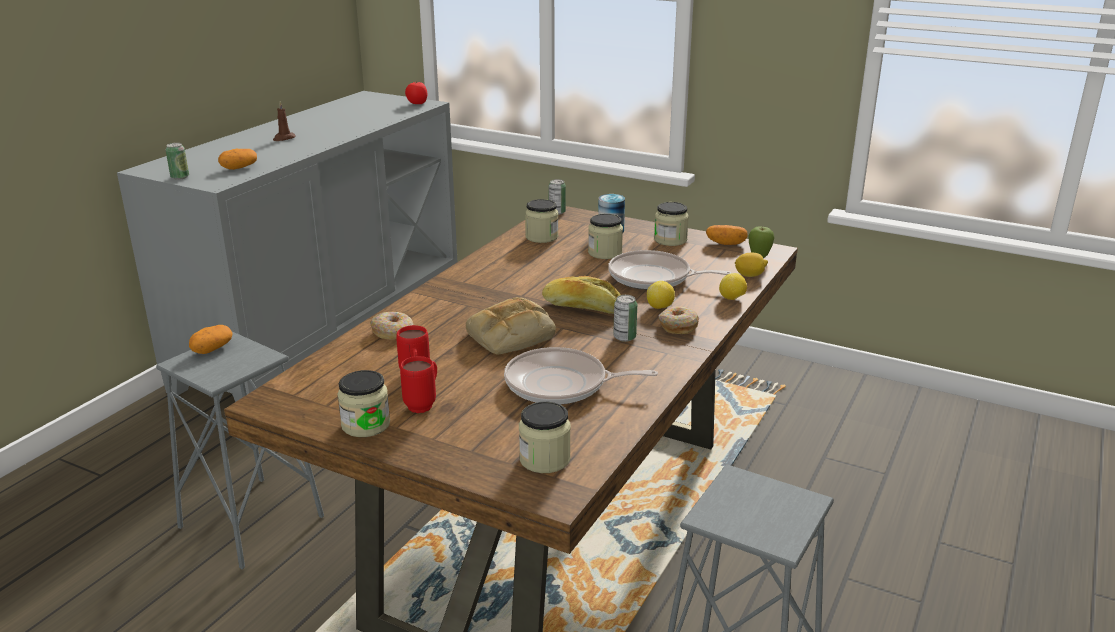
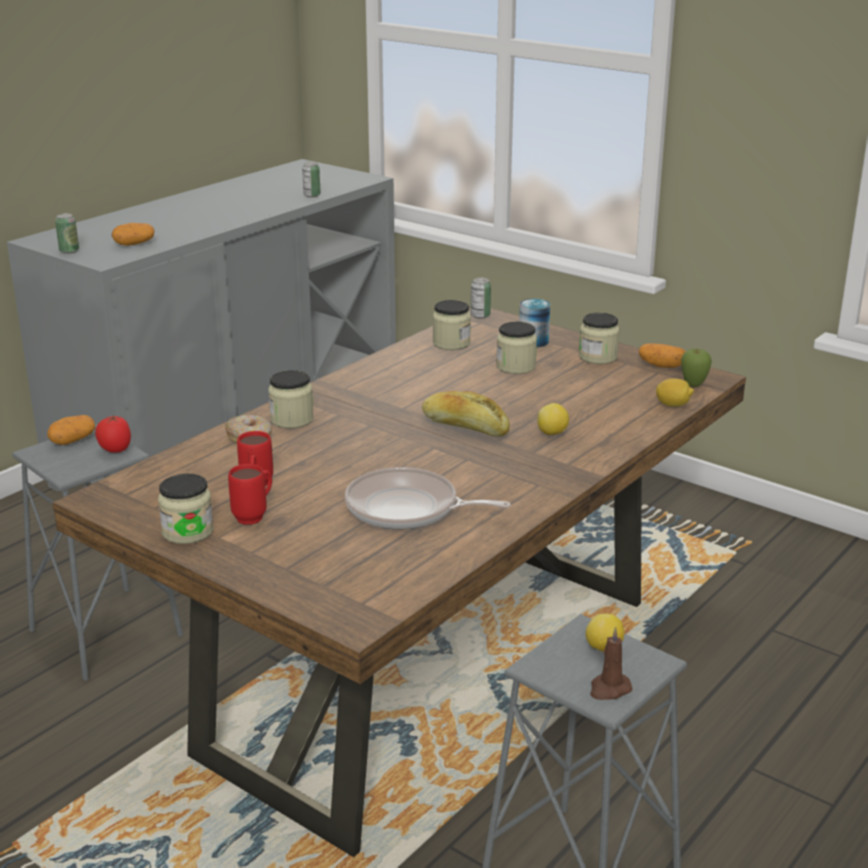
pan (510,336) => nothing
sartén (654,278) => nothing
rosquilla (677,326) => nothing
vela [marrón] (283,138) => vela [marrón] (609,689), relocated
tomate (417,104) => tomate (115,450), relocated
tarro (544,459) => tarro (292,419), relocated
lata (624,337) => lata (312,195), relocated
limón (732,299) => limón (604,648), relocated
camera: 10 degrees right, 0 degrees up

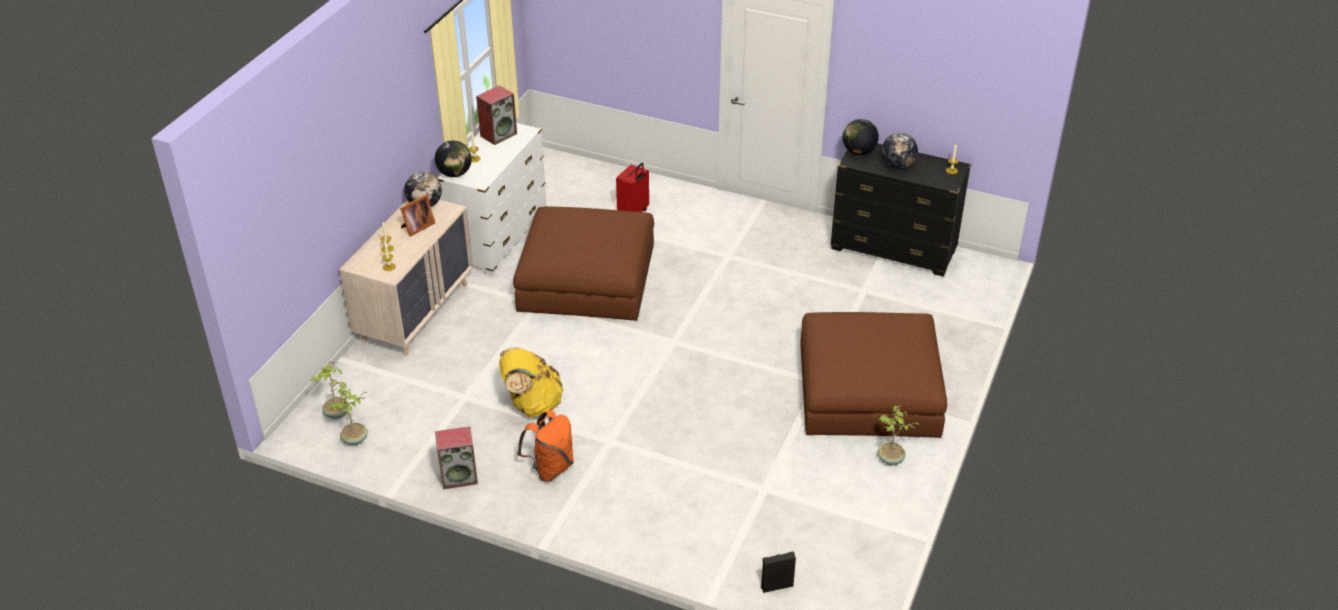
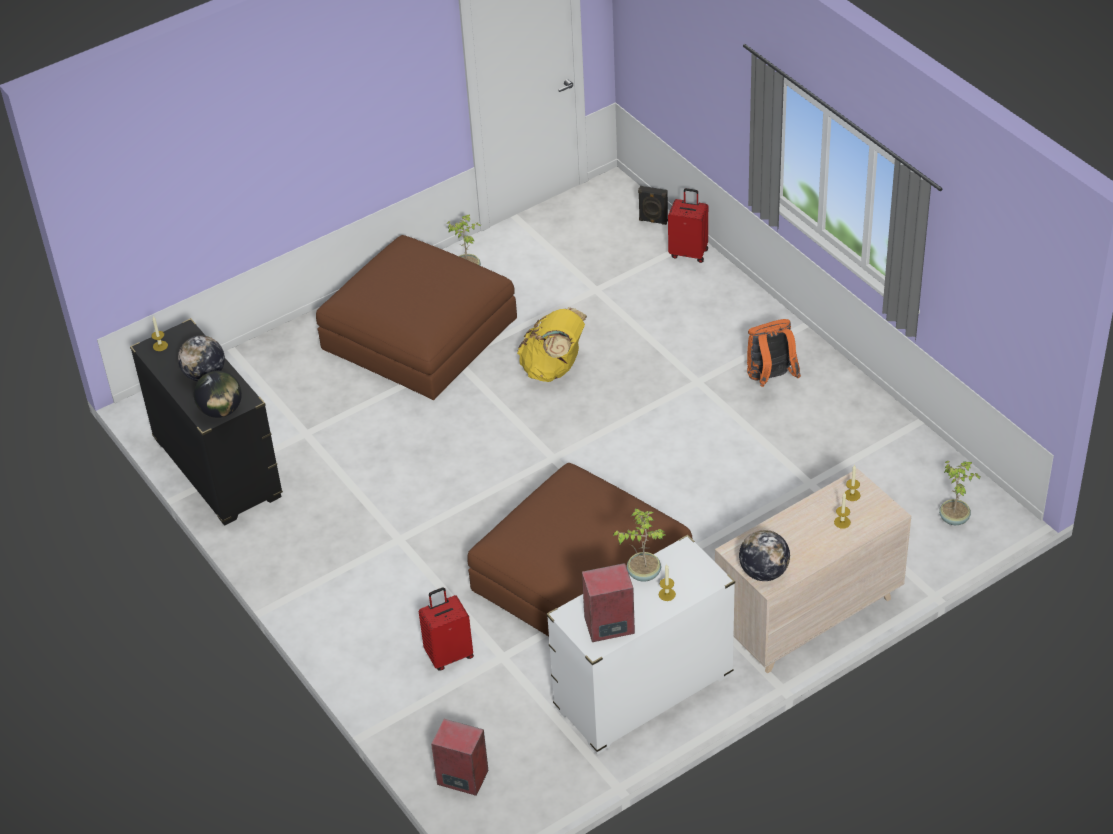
portarretratos (417,227) => nothing
globo terráqueo (454,174) => nothing
nothing => maleta [rojo] (689,253)
planta en maceta (355,440) => planta en maceta (643,573), relocated
altavoz (459,476) => altavoz (461,777), relocated
mochila [amarillo] (532,404) => mochila [amarillo] (553,368), relocated
camera: 145 degrees left, 5 degrees up

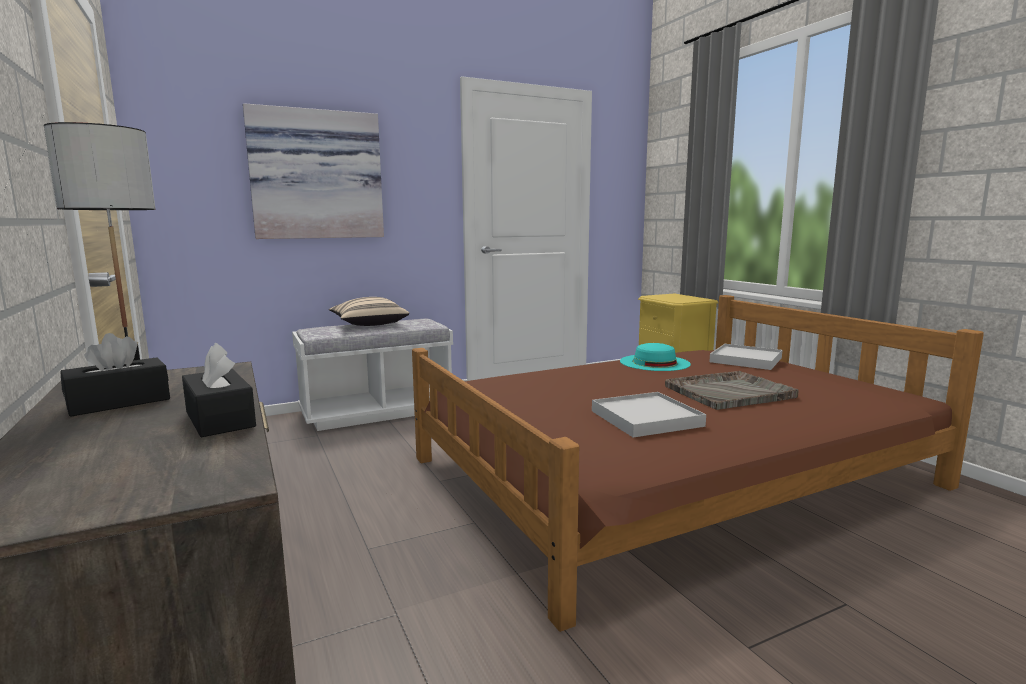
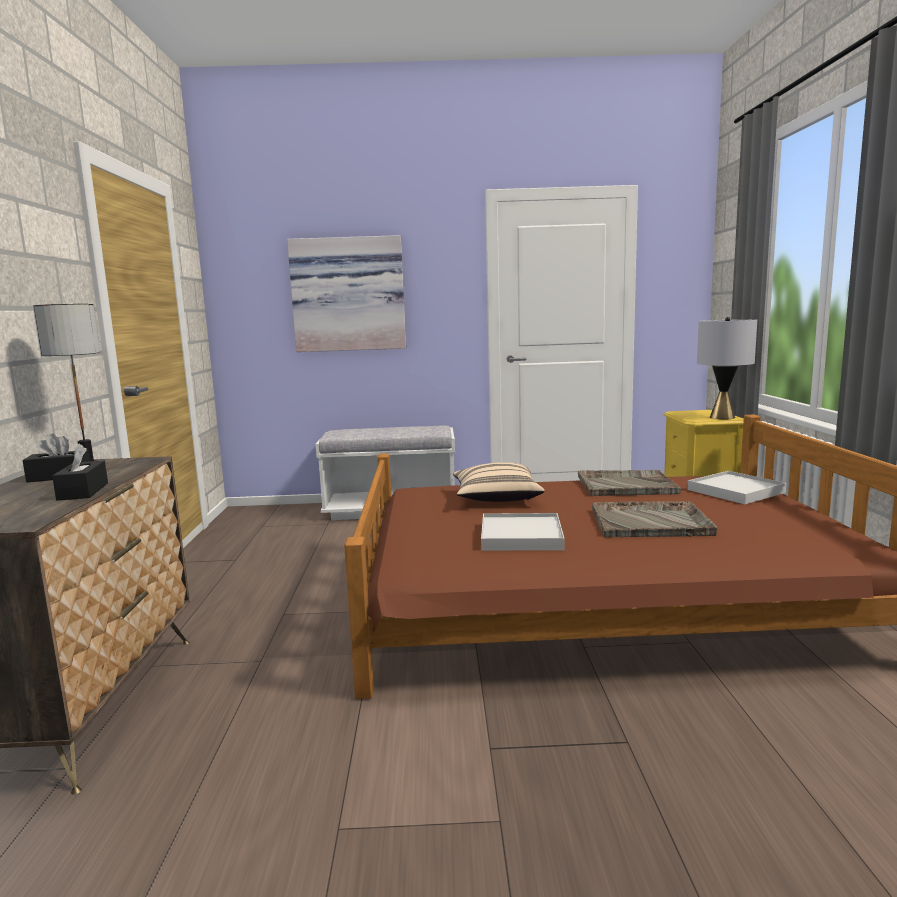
nothing => lámpara de mesa [gris] (722,417)
cojín [beis] (368,325) => cojín [beis] (496,498), relocated
sombrero [turquesa] (654,362) => bandeja [gris] (625,485)
camera: 25 degrees right, 0 degrees up

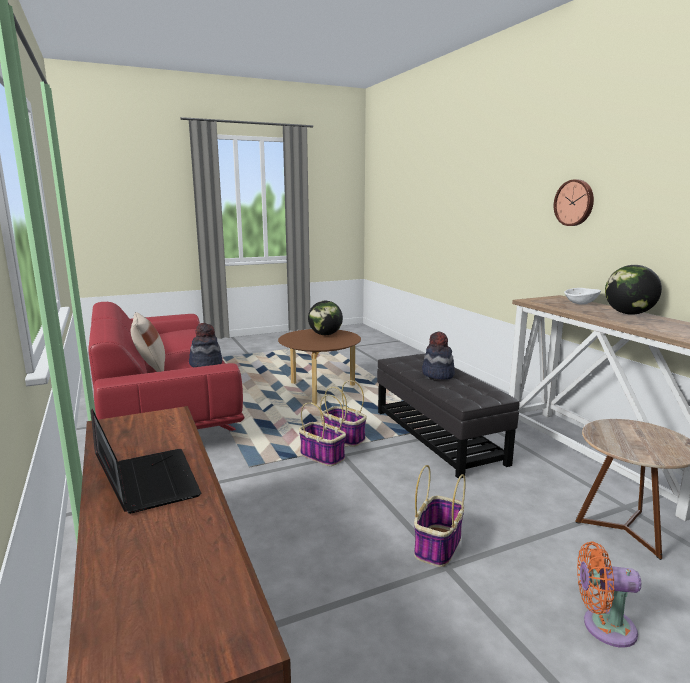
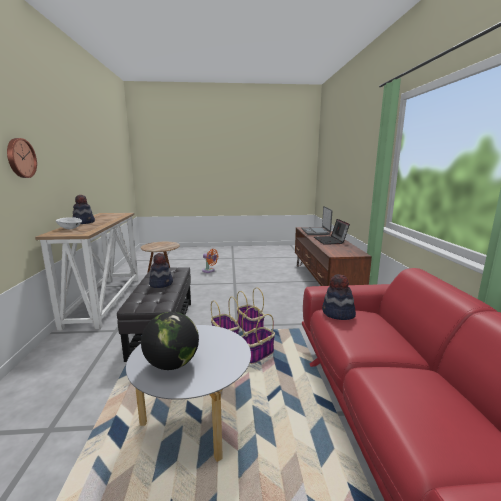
cojín [beis] (150,369) => nothing
nothing => portátil (315,231)
cesta (438,545) => cesta (256,354), relocated
globo terráqueo (629,314) => sombrero (84,222)
mesa de centro [marrón] (320,390) => mesa de centro [gris] (194,421)
camera: 160 degrees left, 0 degrees up

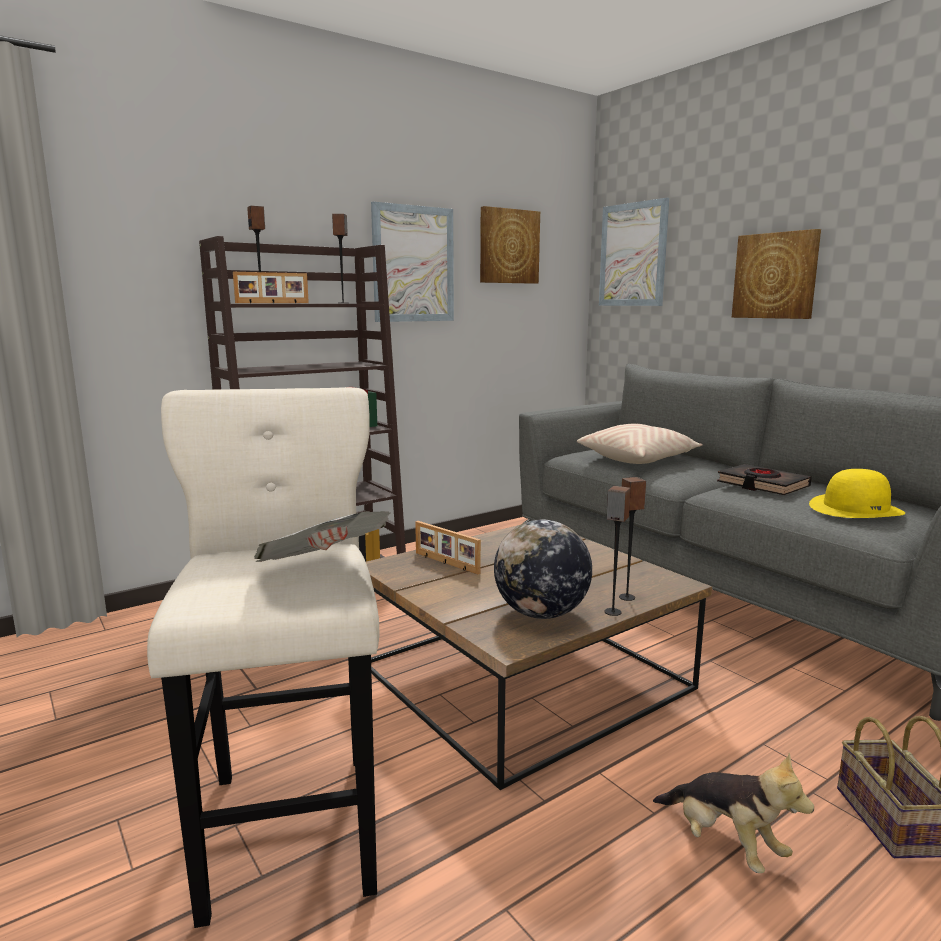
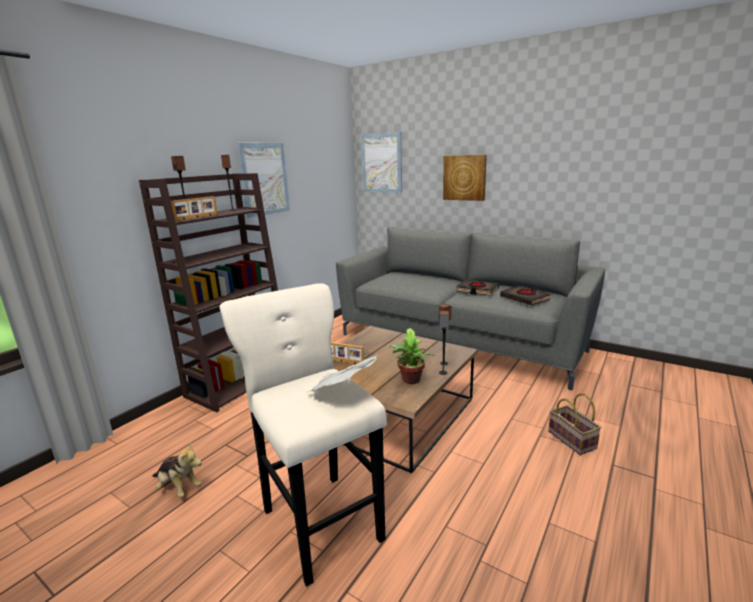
cuadro (508,246) => nothing
cojín [beis] (638,459) => nothing
peluche (724,844) => peluche (178,487), relocated
globo terráqueo (541,614) => planta en maceta (411,381)
sombrero [amarillo] (856,508) => libro [negro] (524,298)
camera: 20 degrees left, 5 degrees up

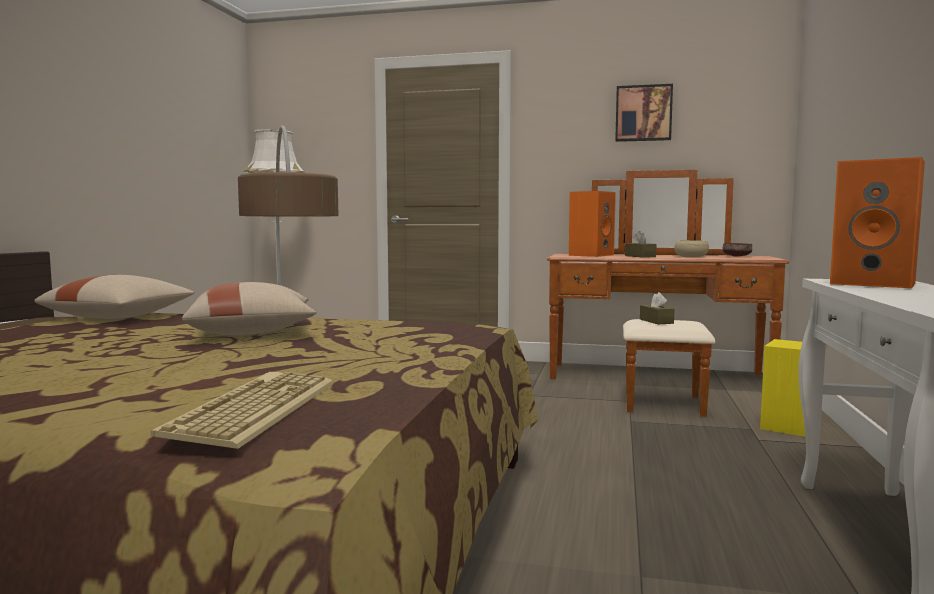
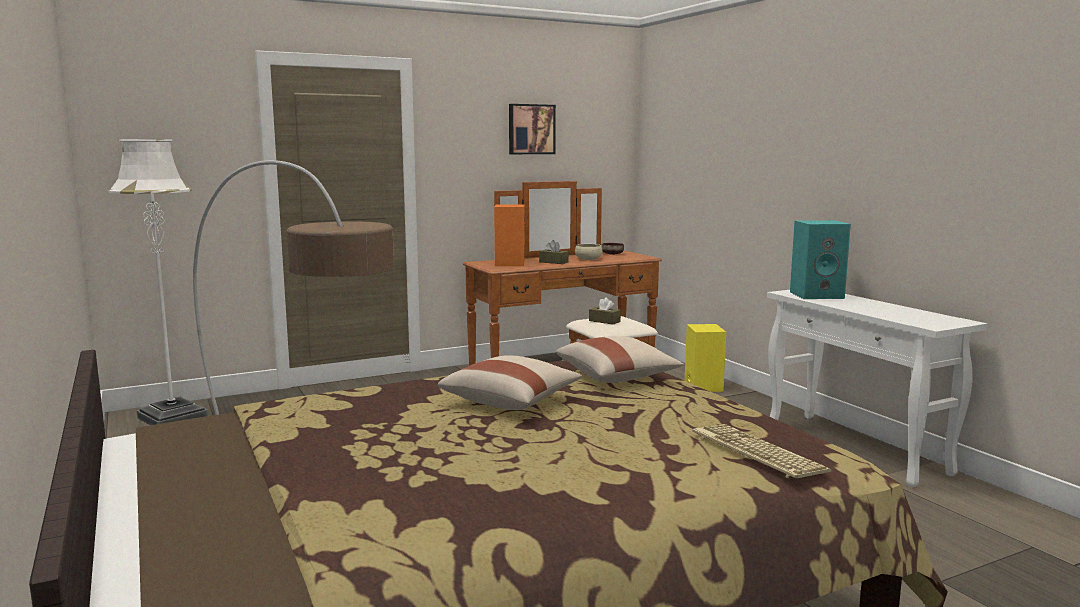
cojín [beis] (120,318) => cojín [beis] (617,377), relocated
altavoz [naranja] (875,283) => altavoz [turquesa] (817,295)
camera: 40 degrees left, 5 degrees up

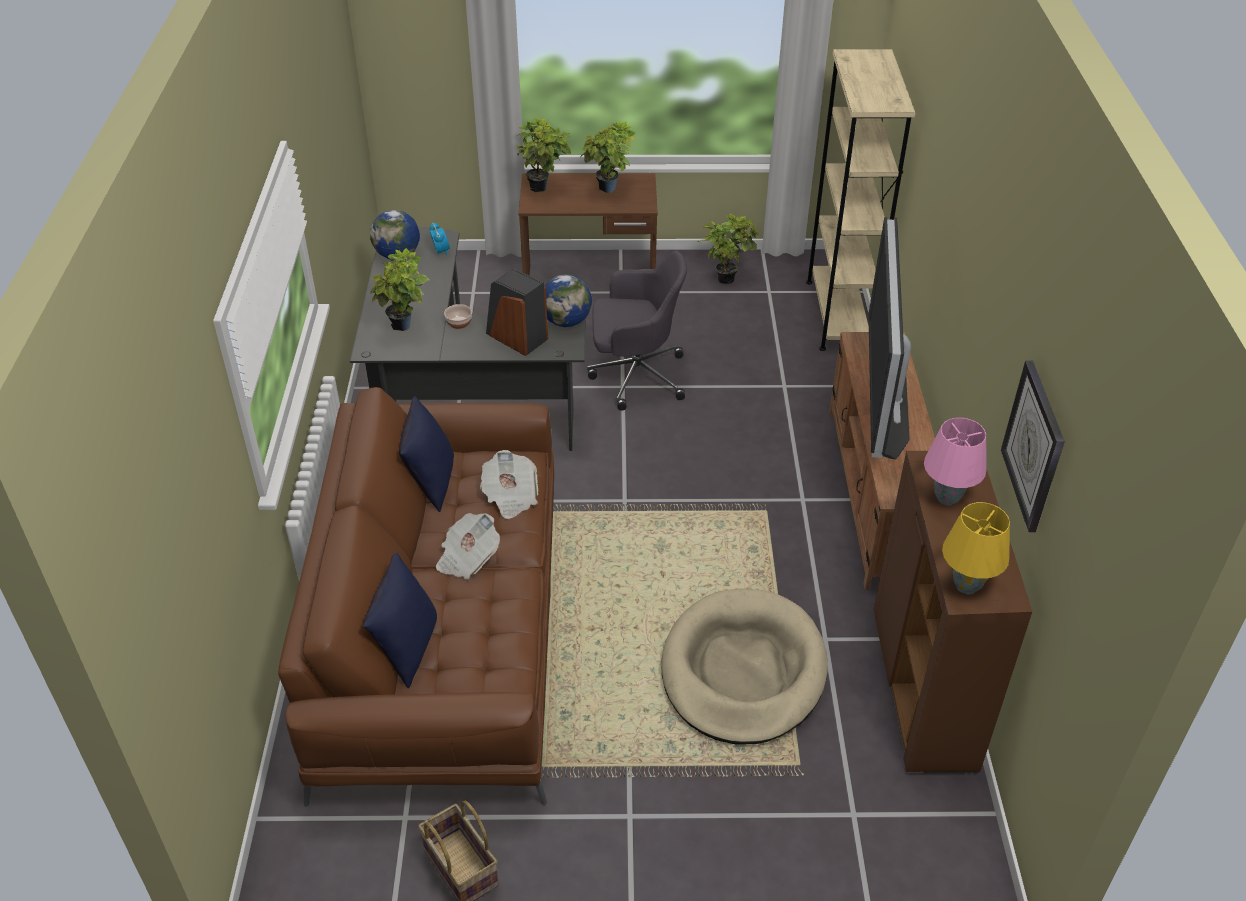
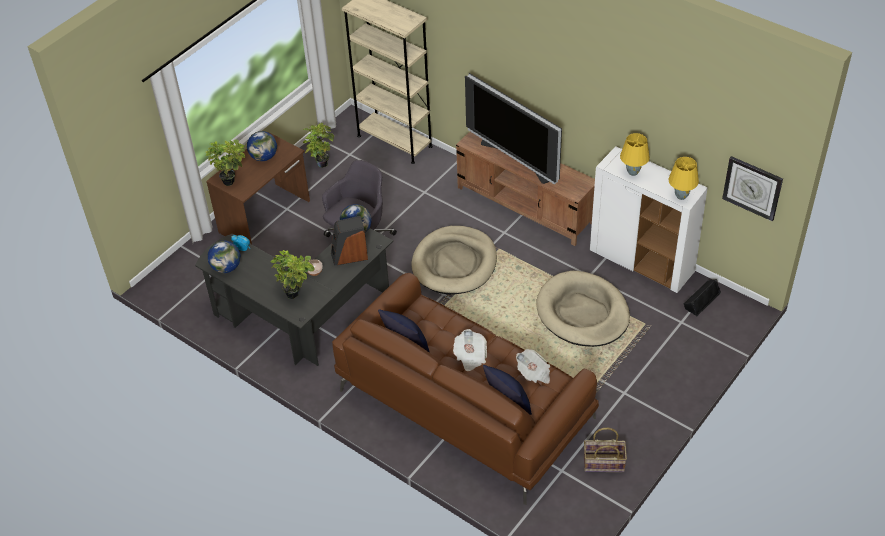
nothing => cama para perro [beis] (454,263)
nothing => altavoz [negro] (701,300)
periódico (510,496) => periódico (534,373), relocated
reloj de pared (1034,446) => reloj de pared (752,188), relocated
planta en maceta (609,191) => globo terráqueo (264,157)
armario [marrón] (924,689) => armario [blanco] (642,262)
lámpara de mesa [rosa] (946,499) => lámpara de mesa [amarillo] (633,173)
camera: 50 degrees left, 5 degrees up

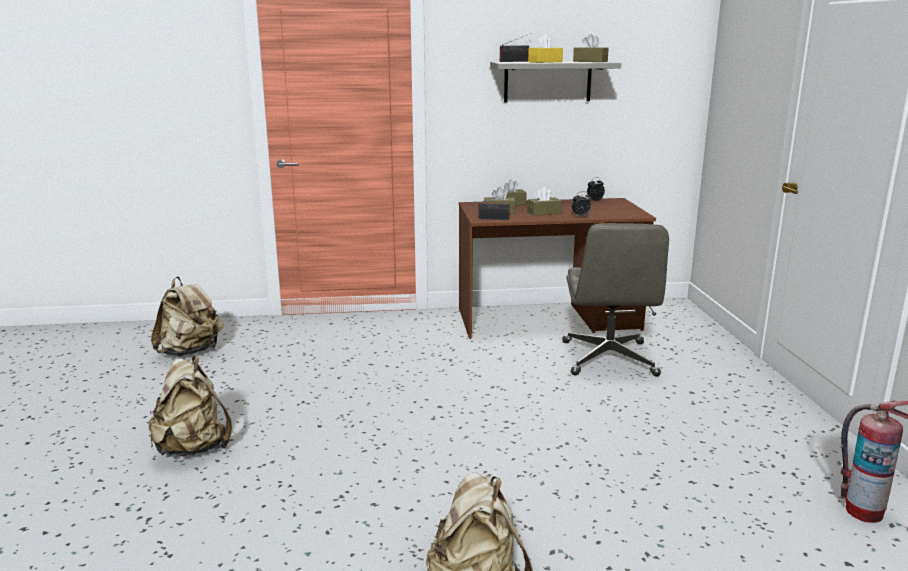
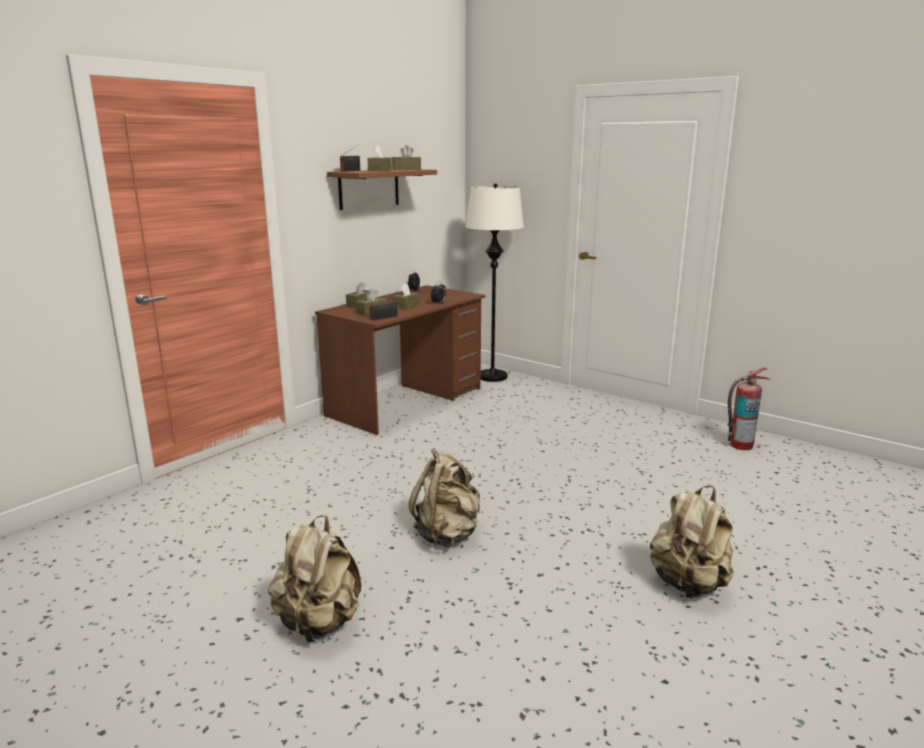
silla de oficina [gris] (609,359) => nothing
nothing => lámpara de pie [blanco] (492,377)
mochila [beis] (190,352) => mochila [beis] (447,534), relocated
estante [gris] (547,81) => estante [marrón] (369,188)
caja de pañuelos [amarillo] (545,62) => caja de pañuelos [marrón] (380,170)
camera: 45 degrees left, 0 degrees up

